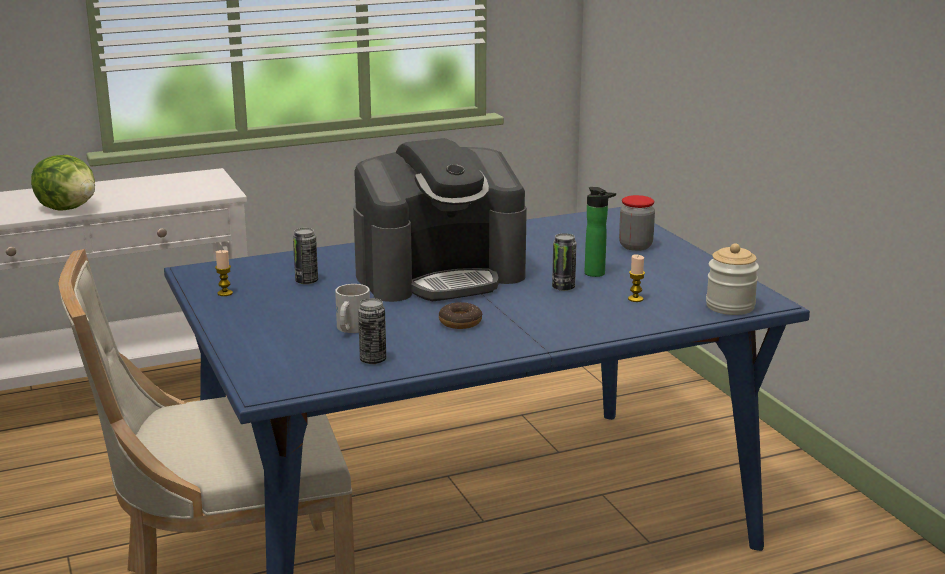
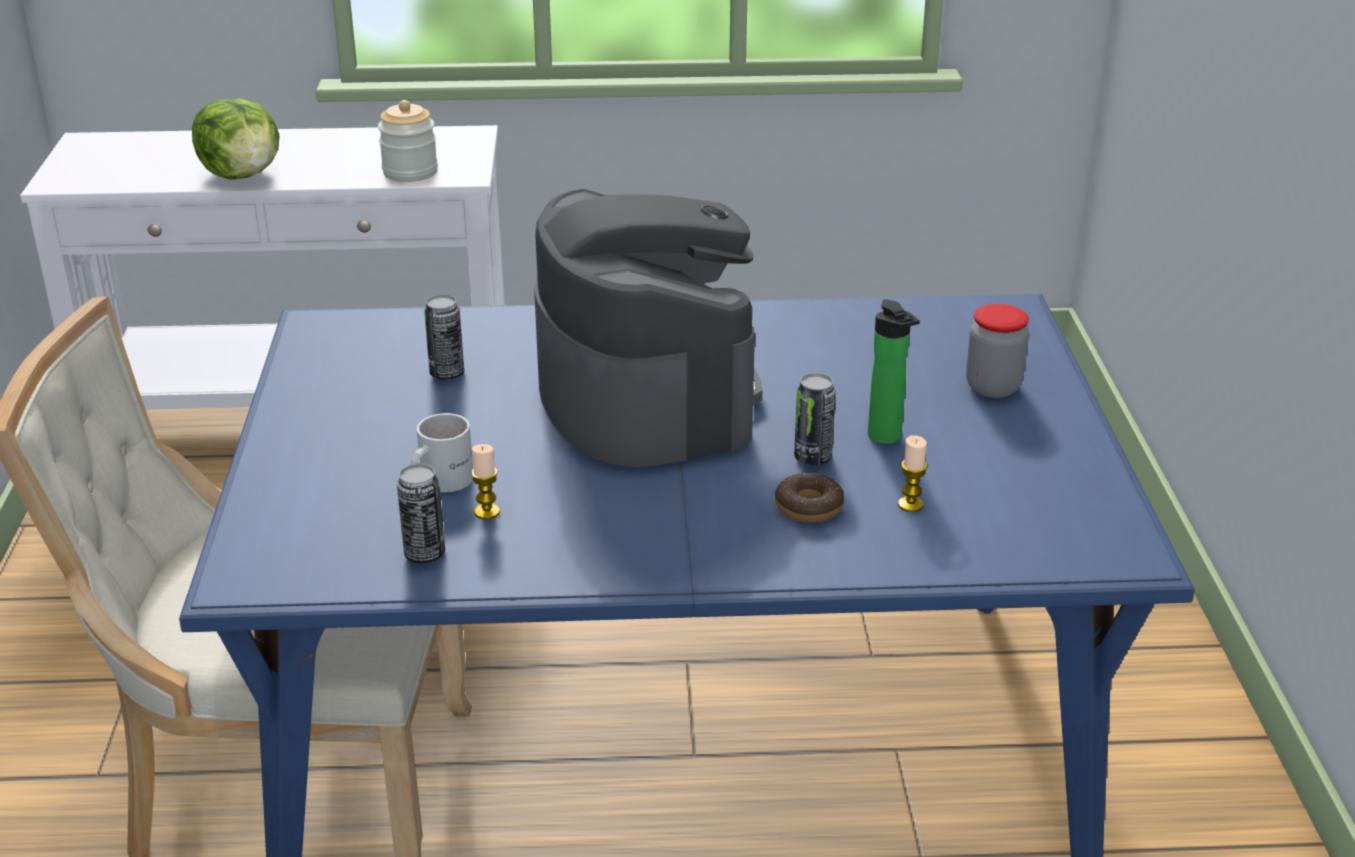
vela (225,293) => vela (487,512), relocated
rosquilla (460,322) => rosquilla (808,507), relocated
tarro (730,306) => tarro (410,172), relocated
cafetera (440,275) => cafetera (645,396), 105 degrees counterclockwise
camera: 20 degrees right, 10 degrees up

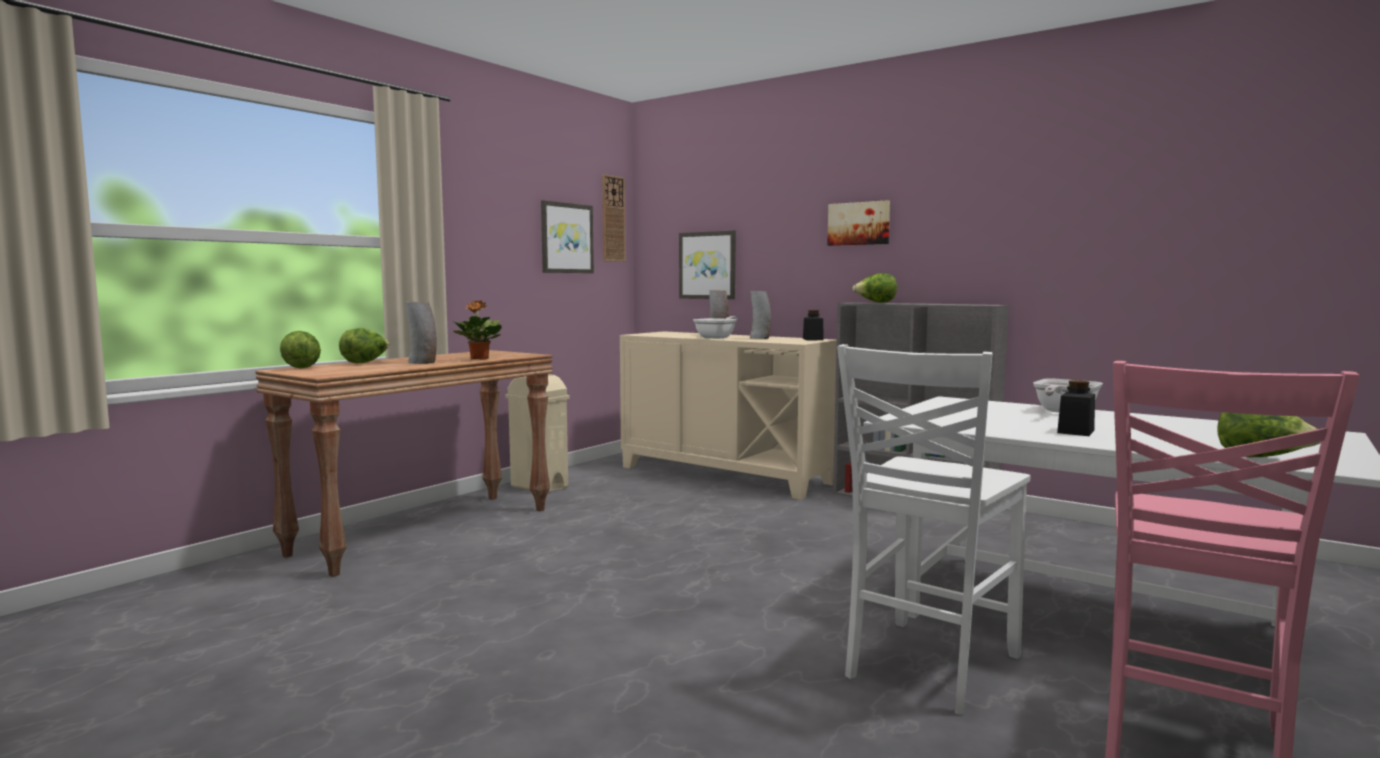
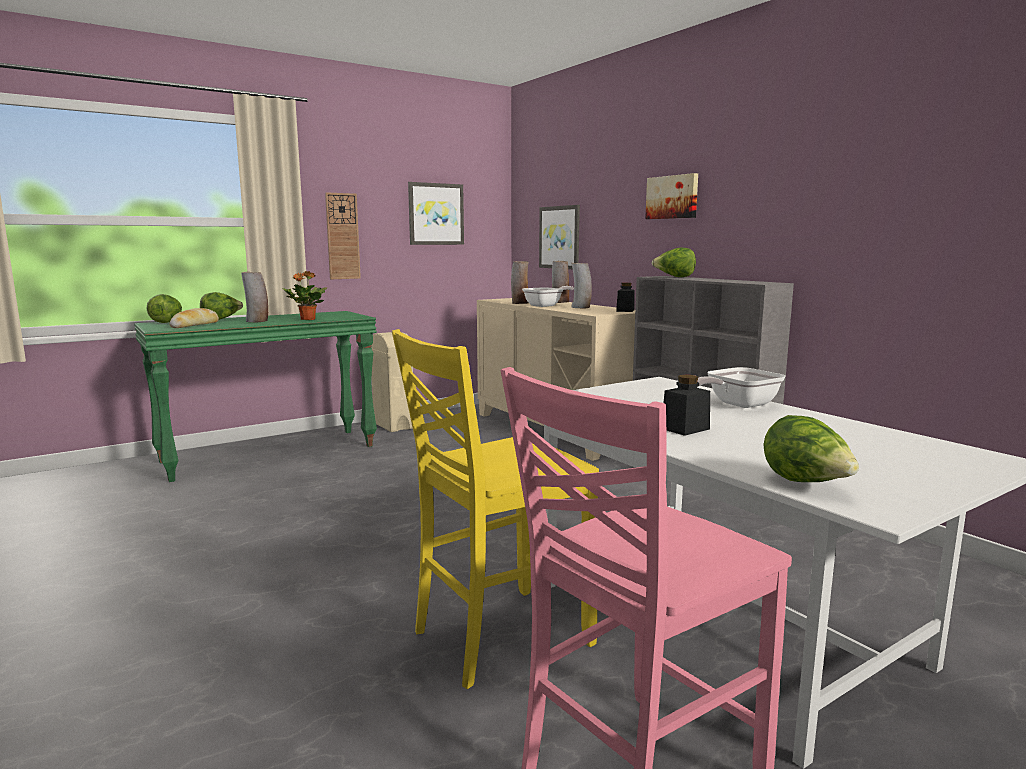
nothing => pan (195,325)
nothing => florero (520,303)
reloj de pared (613,219) => reloj de pared (342,236), relocated
mesa consola [marrón] (425,530) => mesa consola [verde] (270,453)
silla [blanco] (927,666) => silla [amarillo] (497,637)
camera: 20 degrees right, 5 degrees up

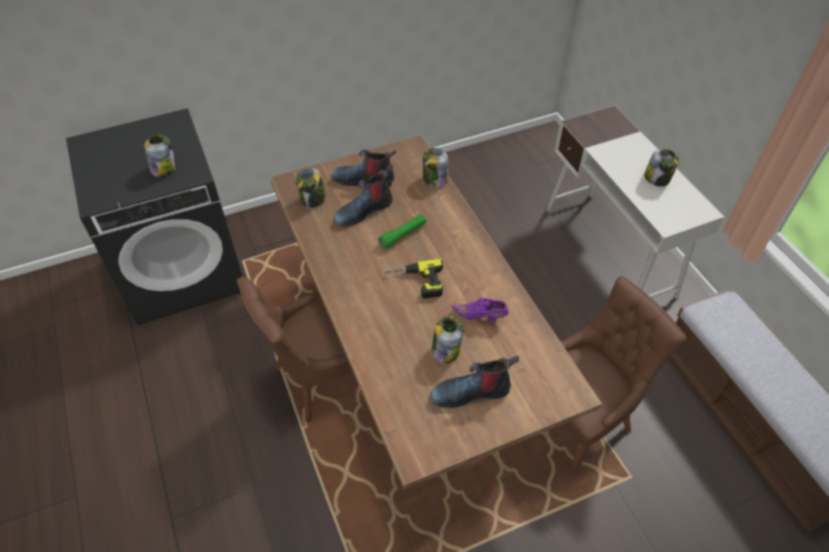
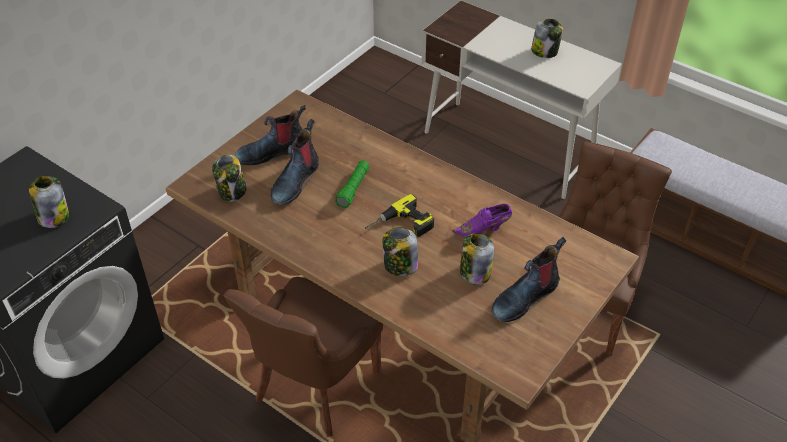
tarro (434,179) => tarro (400,266), relocated
camera: 30 degrees left, 5 degrees down

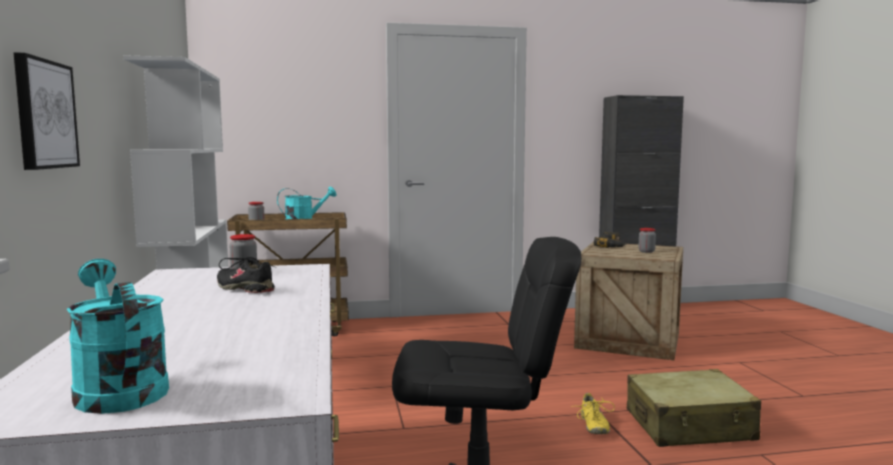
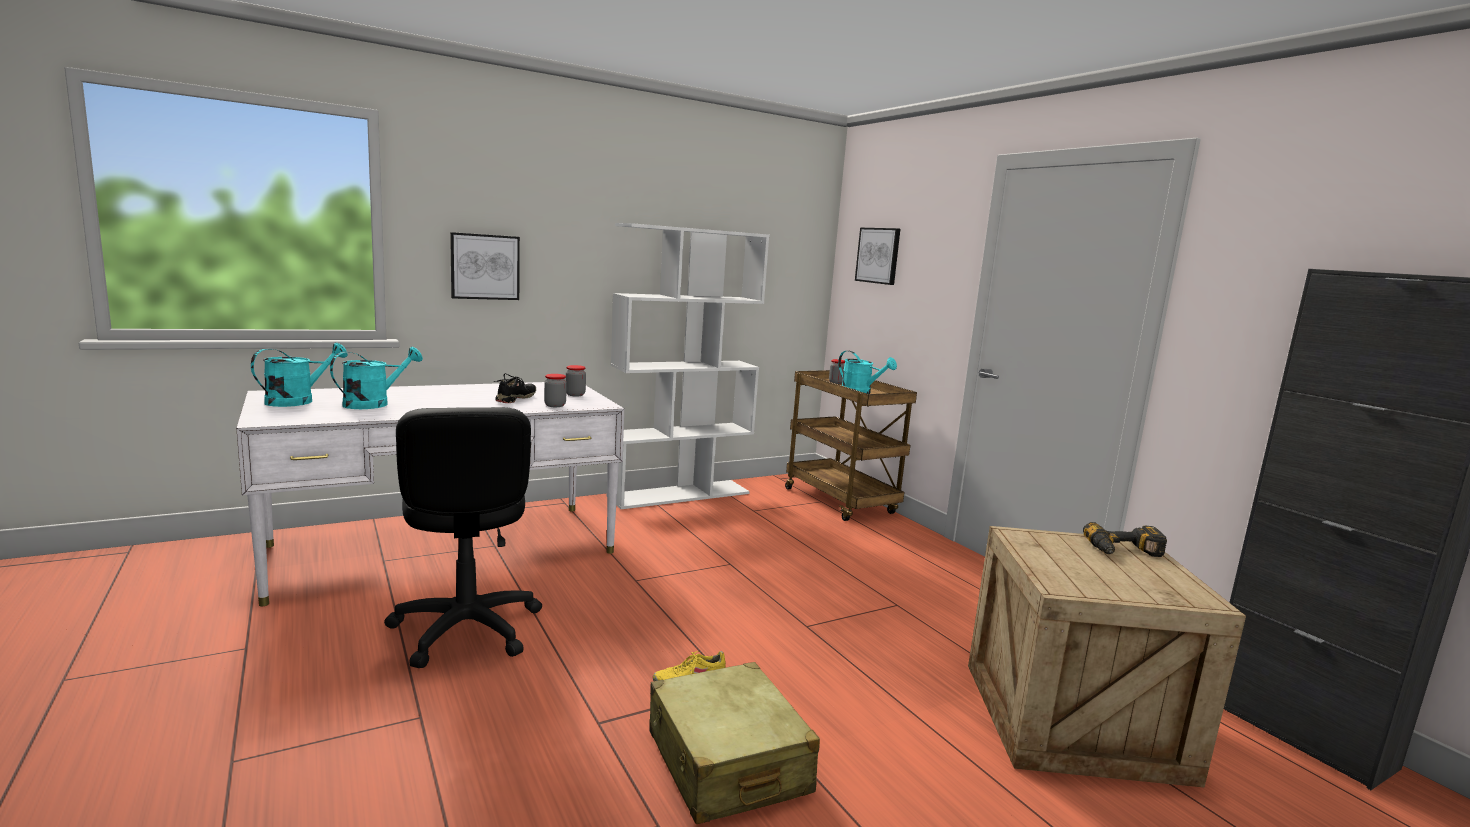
nothing => regadera [turquesa] (374,403)
nothing => cuadro (878,255)
tarro (646,251) => tarro (555,405), relocated
camera: 70 degrees right, 5 degrees up

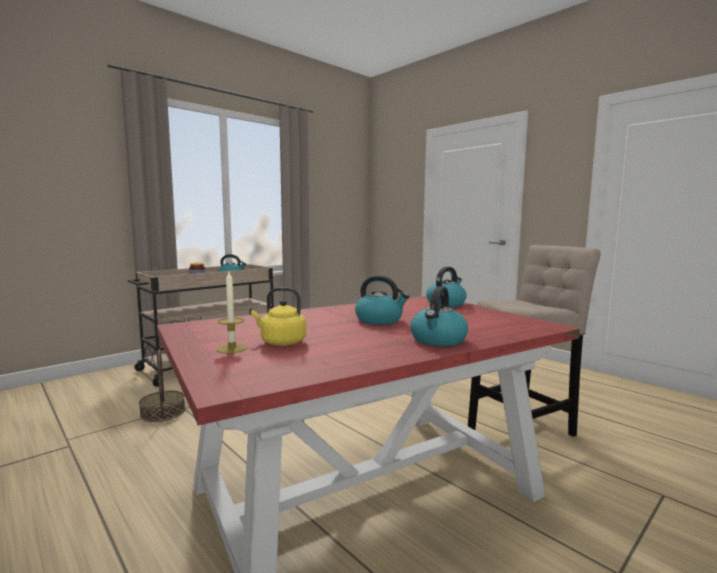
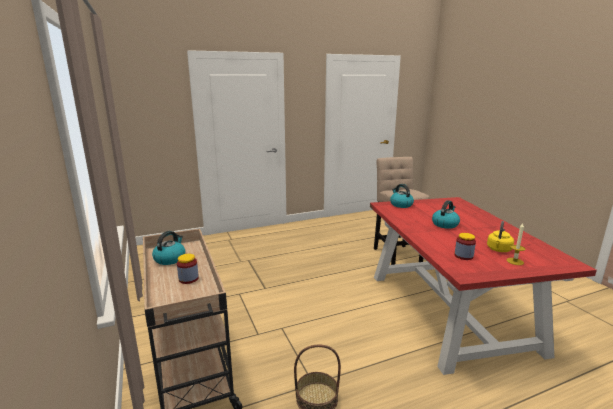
hervidor (438,340) => nothing
nothing => tarro (463,256)
camera: 70 degrees left, 10 degrees up

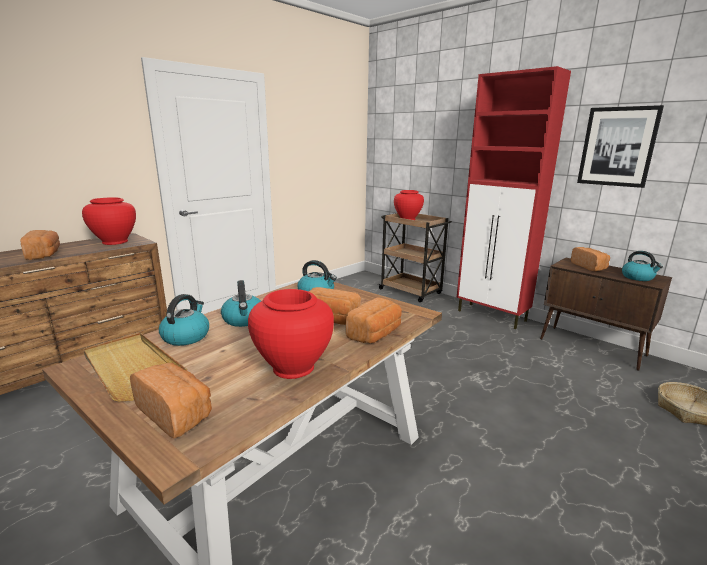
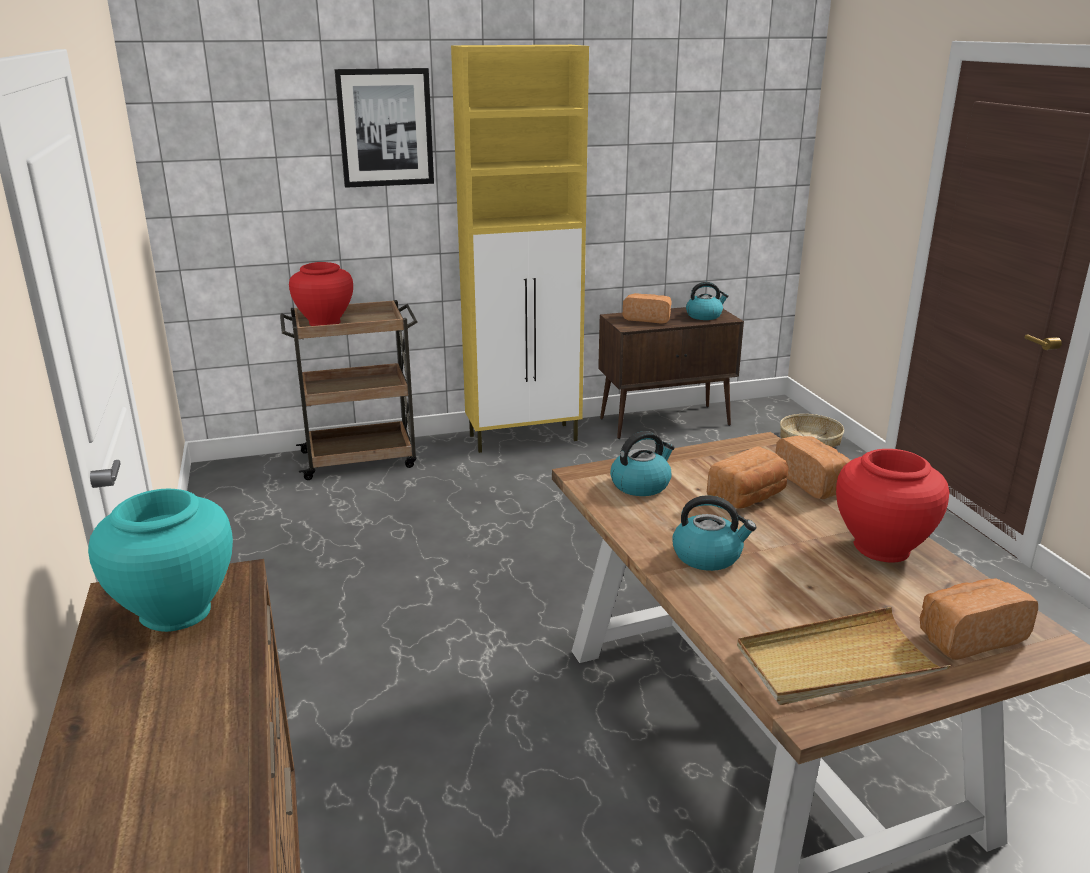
pan (45,254) => nothing
hervidor (186,336) => nothing
cuadro (617,147) => cuadro (385,128), relocated
florero [rojo] (115,242) => florero [turquesa] (176,612)
armario [rojo] (492,316) => armario [amarillo] (525,438)
camera: 60 degrees left, 5 degrees up

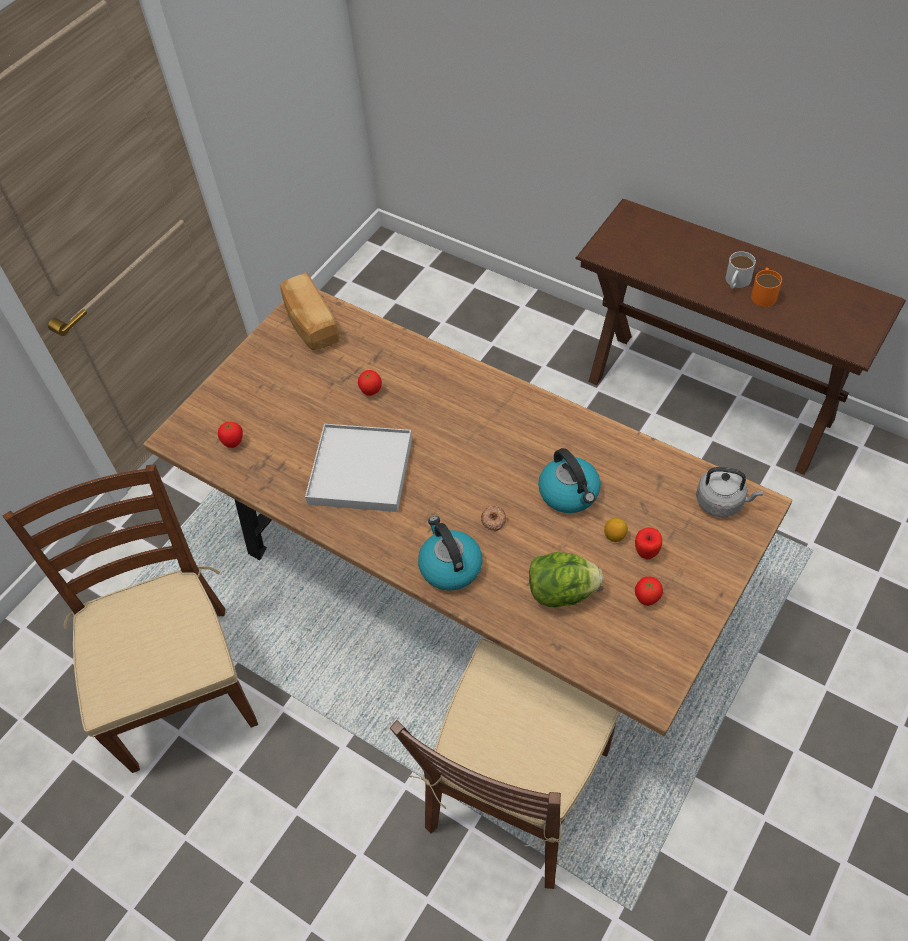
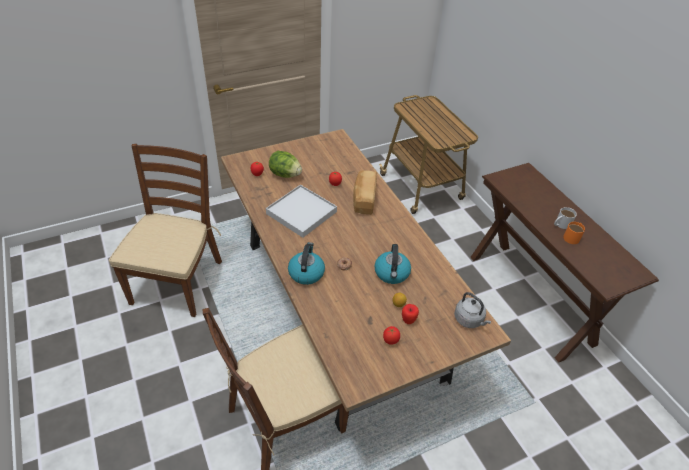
nothing => carrito (422,188)
pan (310,325) => pan (363,200), relocated
lechuga (562,591) => lechuga (285,174), relocated
camera: 25 degrees right, 10 degrees down

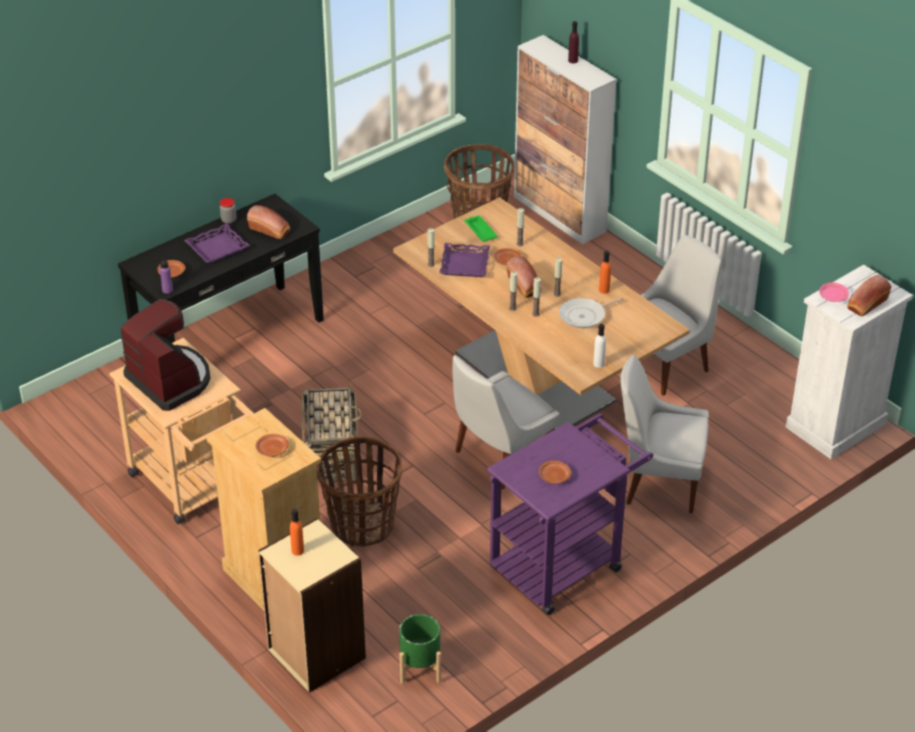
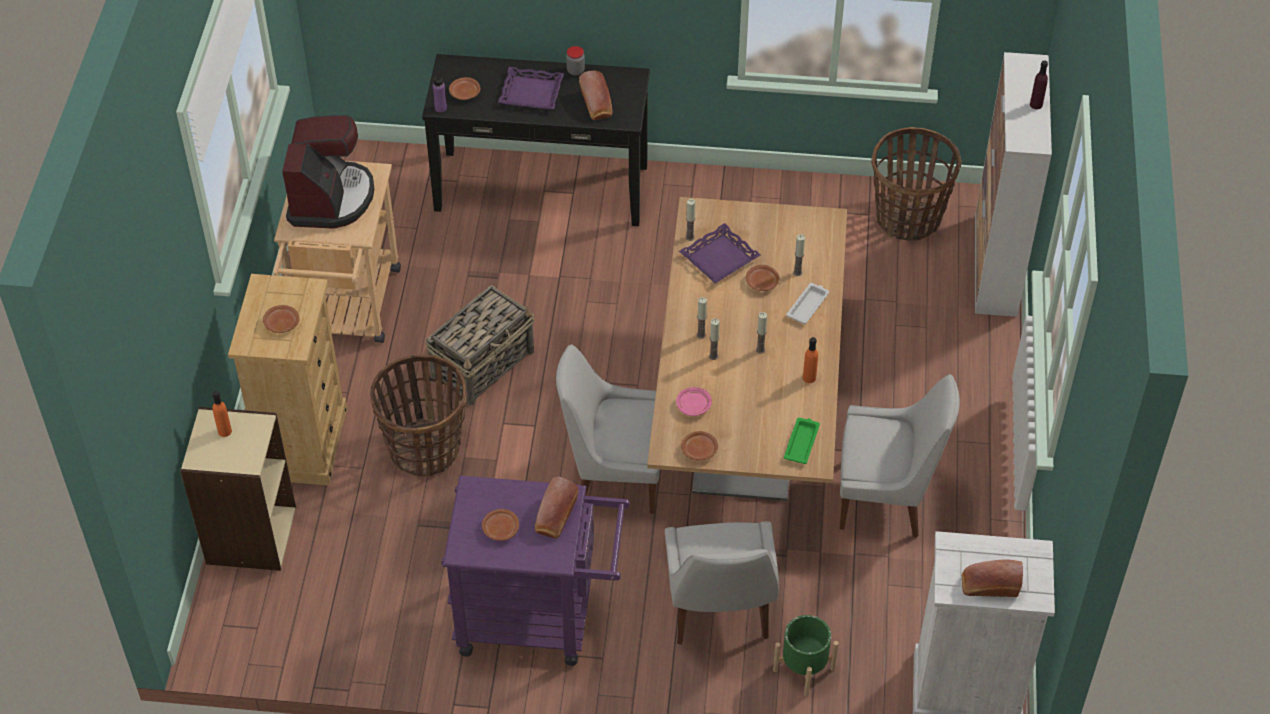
sartén (585,316) => nothing
nothing => bandeja [blanco] (808,305)
maceta [verde] (420,667) => maceta [verde] (803,669), relocated
bandeja [verde] (480,231) => bandeja [verde] (801,442), relocated
pan (524,286) => pan (555,517), relocated
plato [rosa] (833,296) => plato [rosa] (693,405), relocated
botella [blanco] (599,364) => plato [marrón] (699,450)
silla [blanco] (659,483) => silla [blanco] (719,612), 150 degrees counterclockwise
camera: 45 degrees right, 10 degrees up

